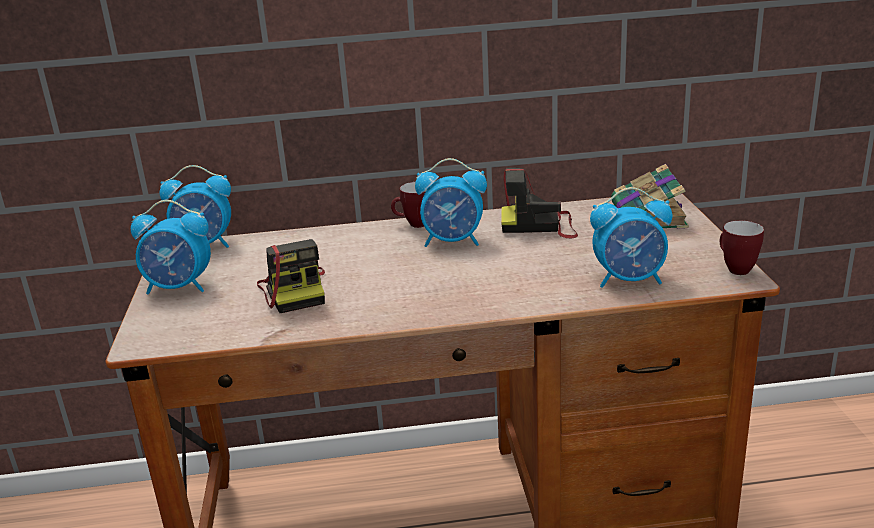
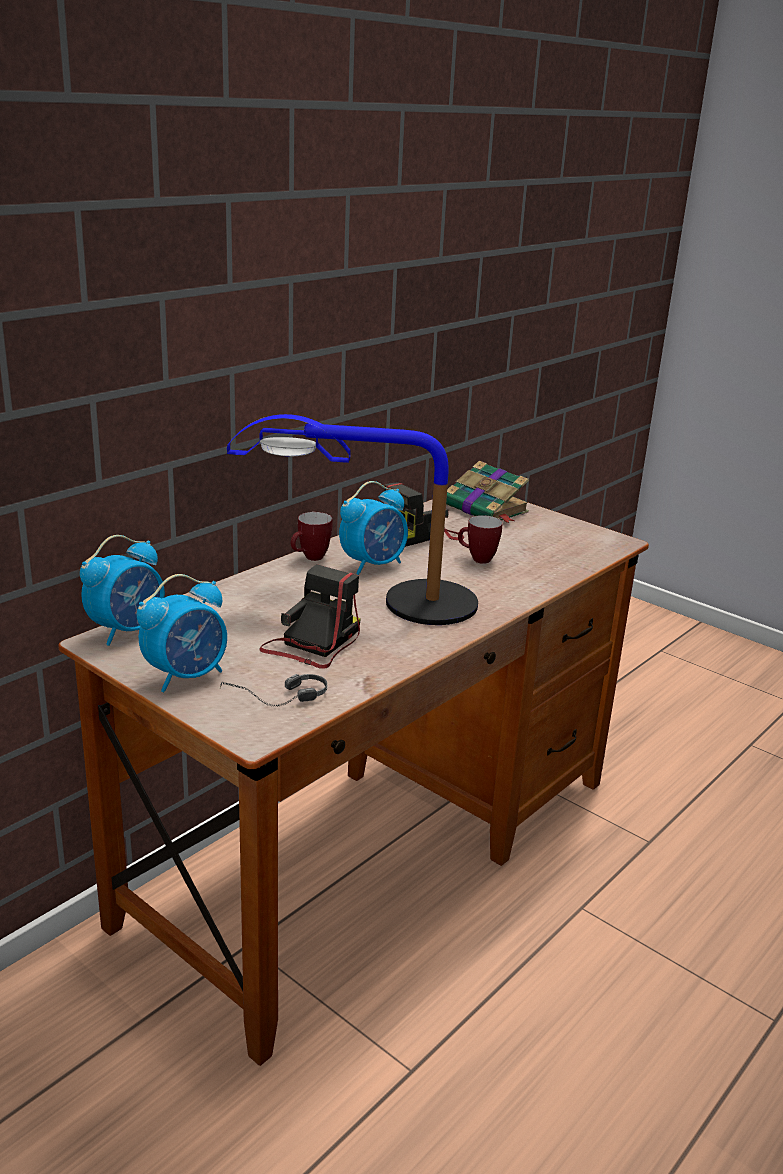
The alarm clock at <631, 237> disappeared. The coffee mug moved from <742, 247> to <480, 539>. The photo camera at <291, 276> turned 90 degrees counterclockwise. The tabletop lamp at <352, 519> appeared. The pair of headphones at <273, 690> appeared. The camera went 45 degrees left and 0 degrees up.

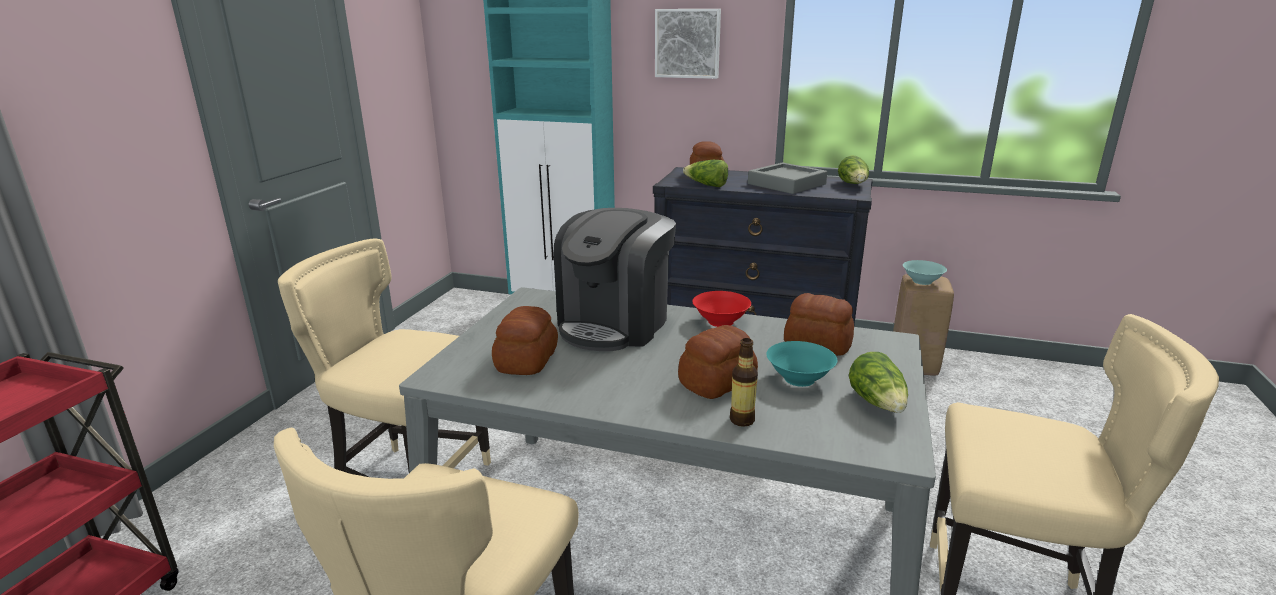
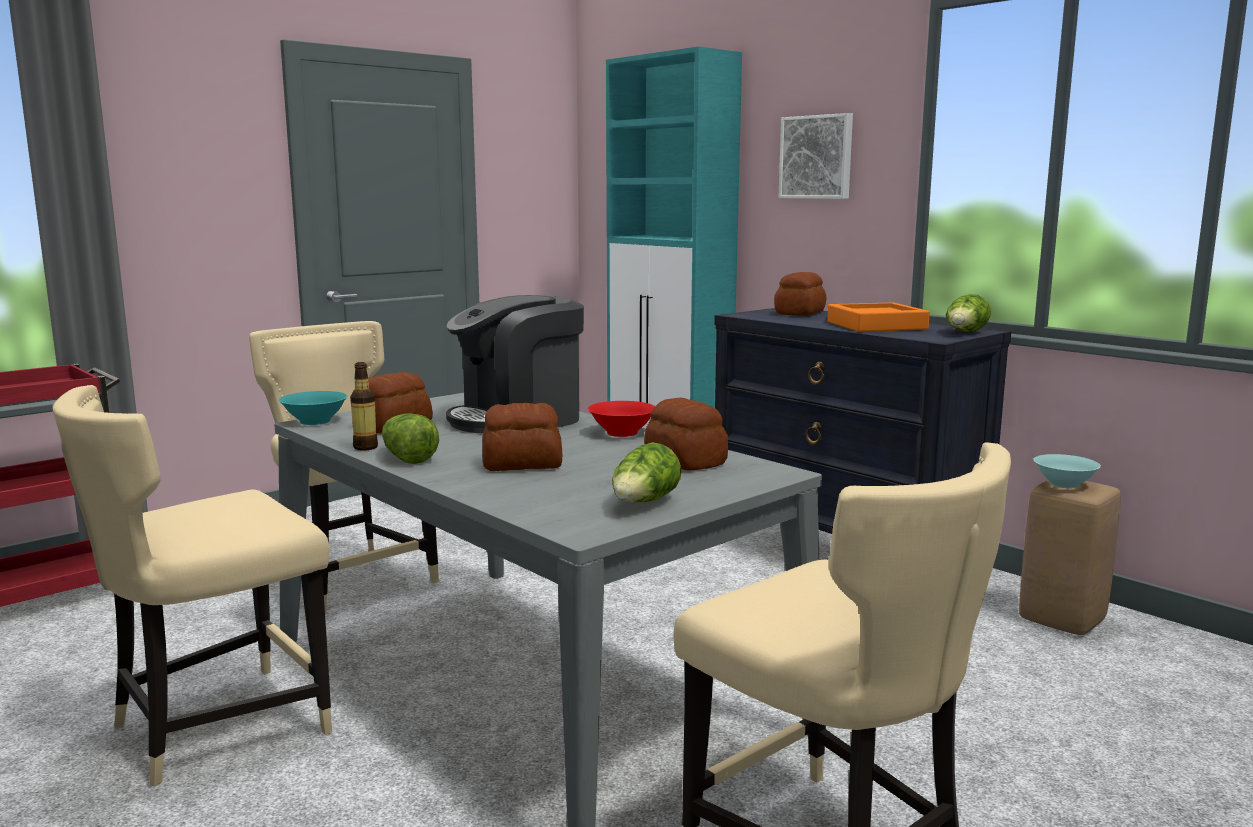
The lettuce moved from <705, 173> to <410, 438>. The carrying tray in grey at <787, 178> became the carrying tray in orange-coloured at <878, 317>. The bottle moved from <744, 382> to <364, 406>. The deep dish in turquoise-coloured moved from <801, 364> to <313, 408>. The camera went 30 degrees right and 10 degrees down.

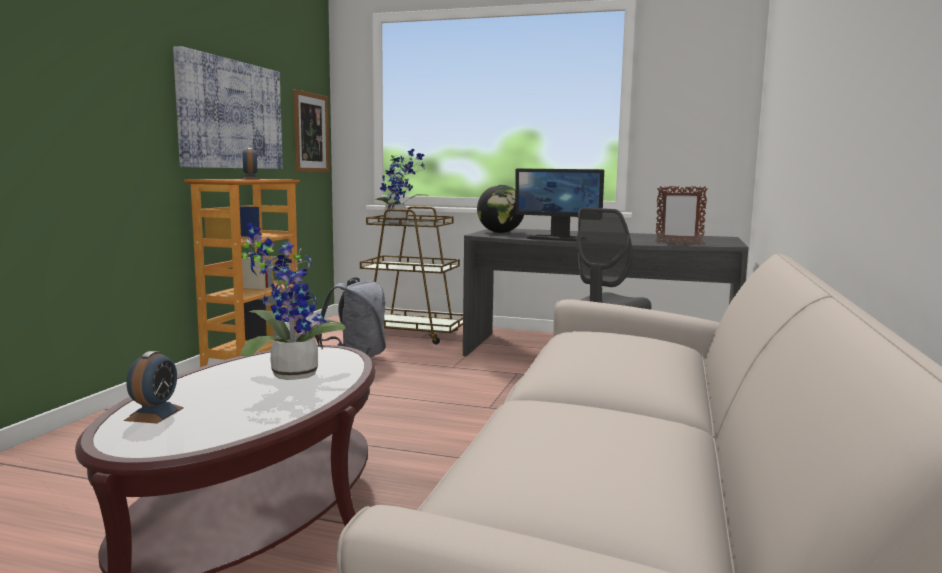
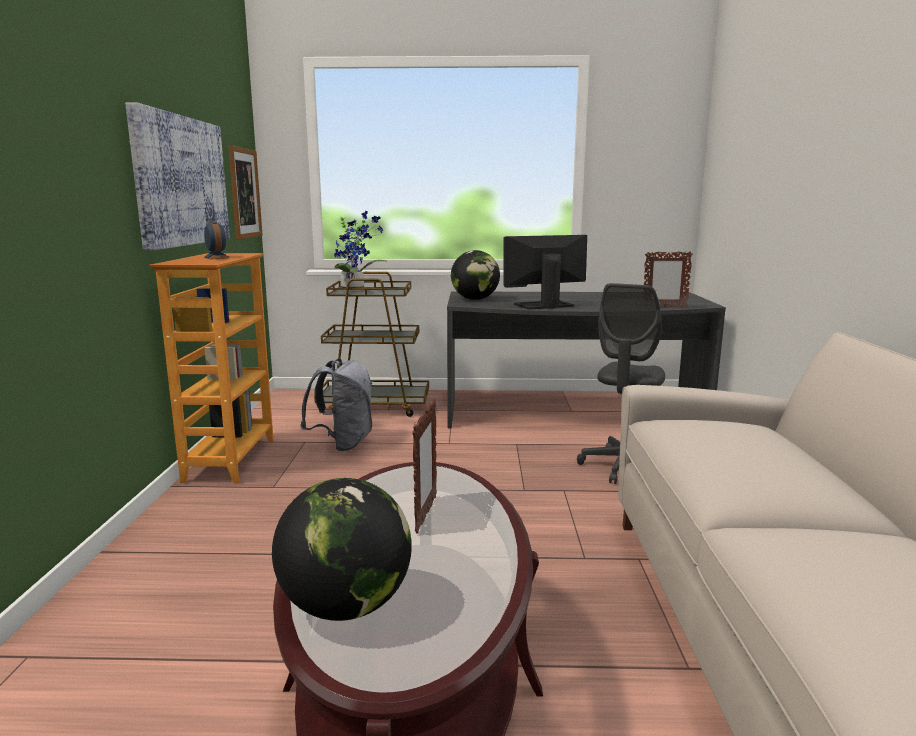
The monitor at <559, 204> turned 150 degrees clockwise. The houseplant at <293, 301> was replaced by the photo frame at <424, 466>. The alarm clock at <154, 387> was replaced by the globe at <342, 549>. The camera went 15 degrees left and 5 degrees up.

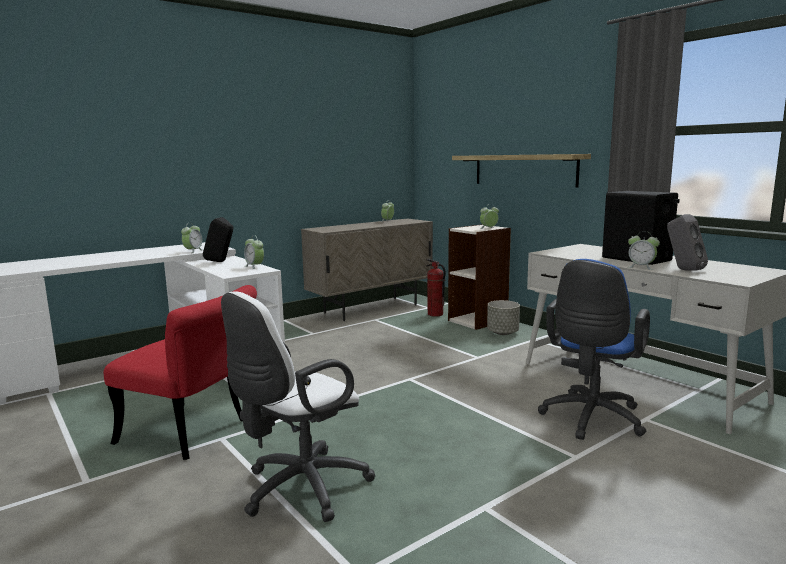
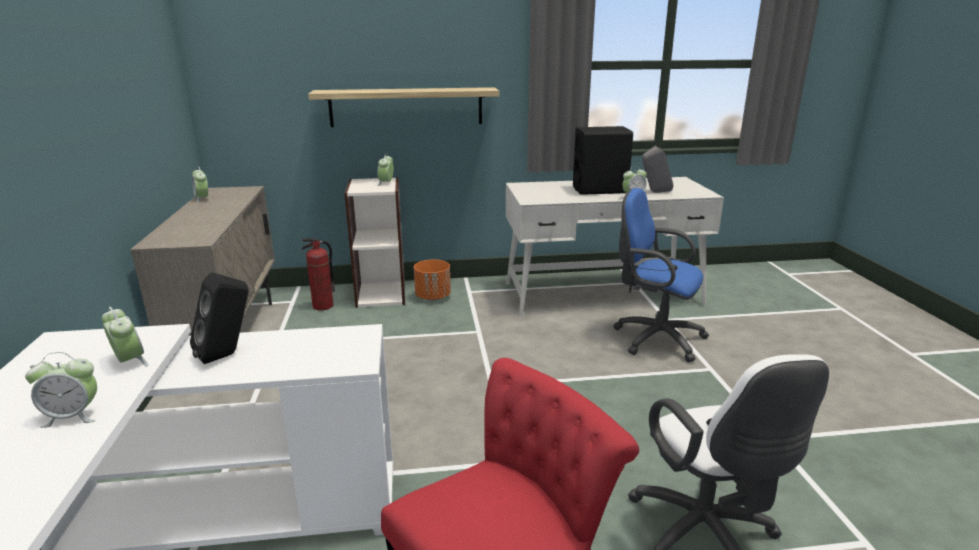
The alarm clock moved from <254, 252> to <61, 390>. The computer chair in blue-coloured at <594, 349> turned 150 degrees clockwise. The flower pot in grey at <503, 317> became the flower pot in orange-coloured at <432, 280>. The camera went 60 degrees left and 10 degrees up.

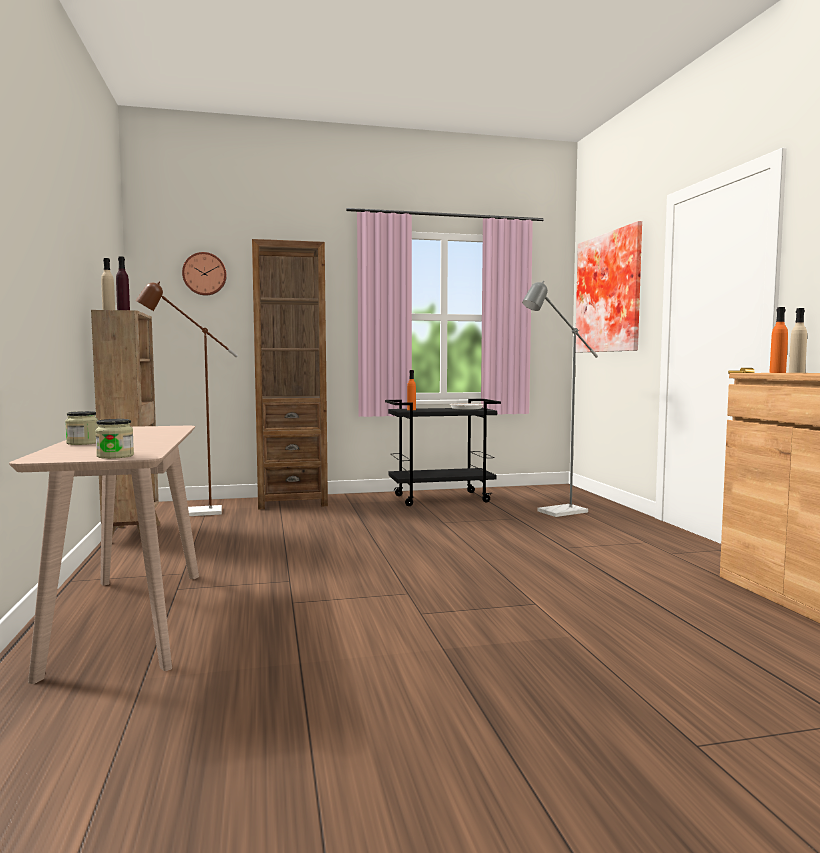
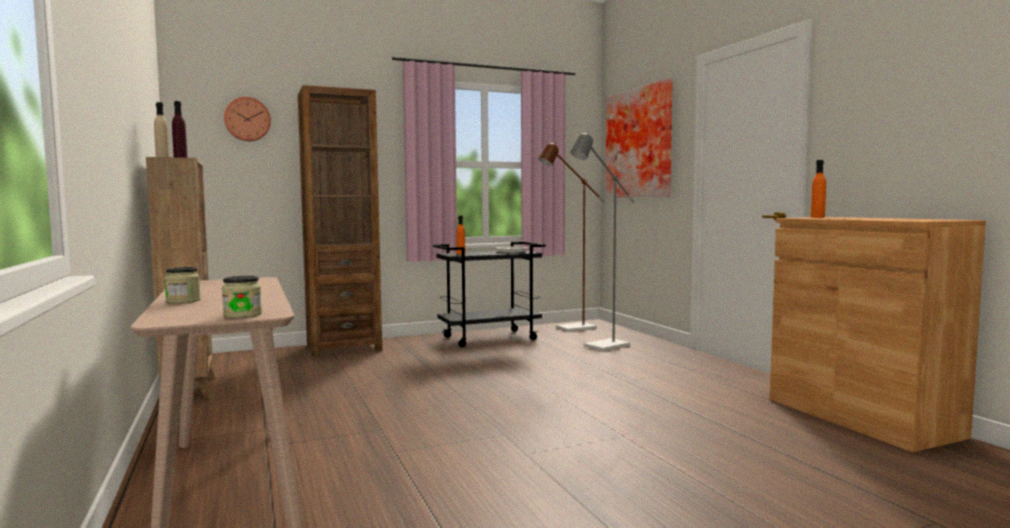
The standard lamp in brownish moved from <187, 398> to <571, 237>. The bottle in beige-coloured at <798, 340> disappeared. The camera went 10 degrees left and 0 degrees up.

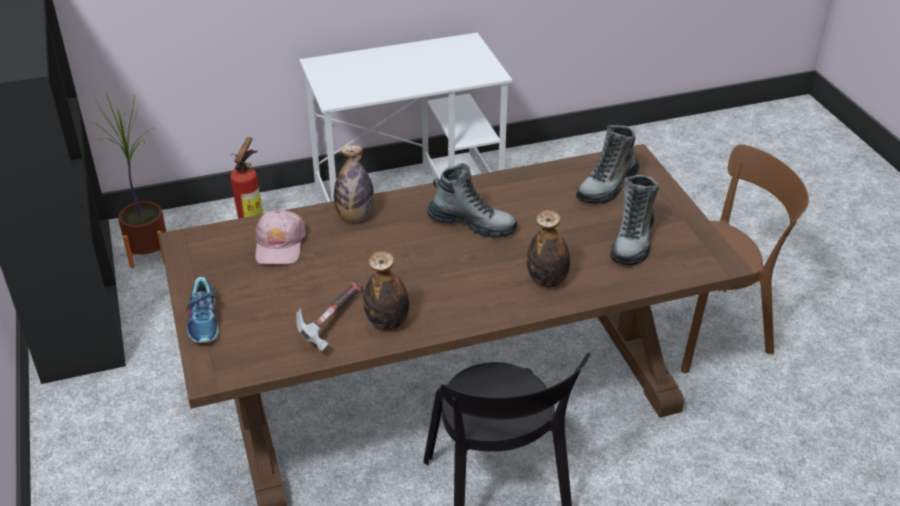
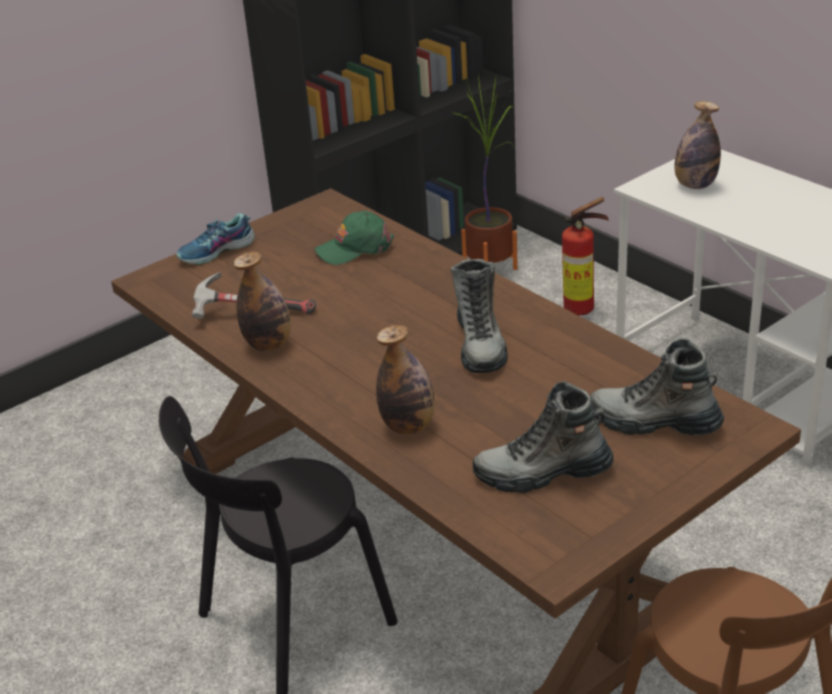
The bottle moved from <354, 183> to <698, 145>. The baseball cap in pink-coloured at <280, 237> became the baseball cap in green at <354, 238>. The camera went 70 degrees right and 5 degrees down.

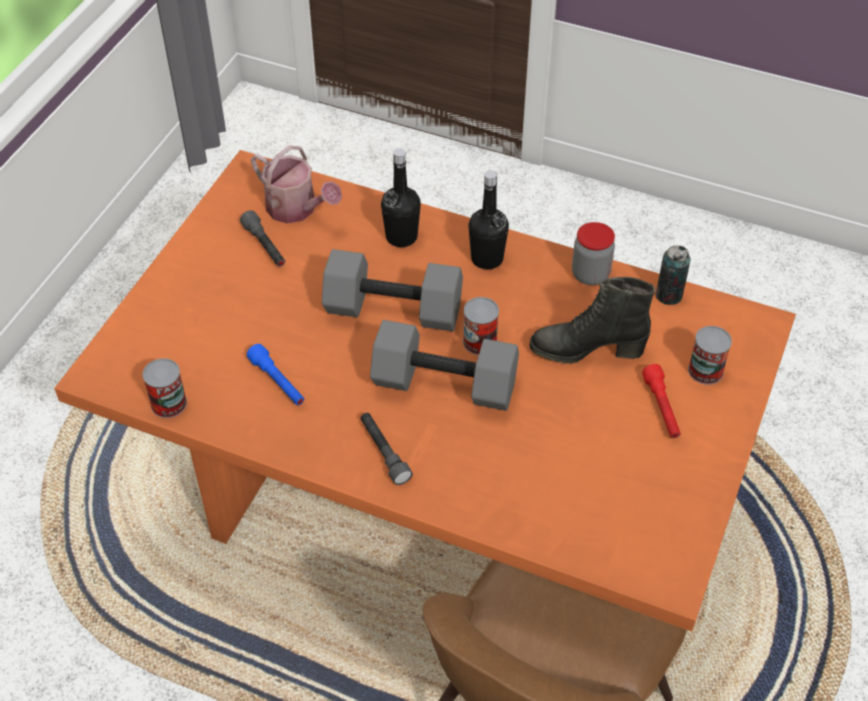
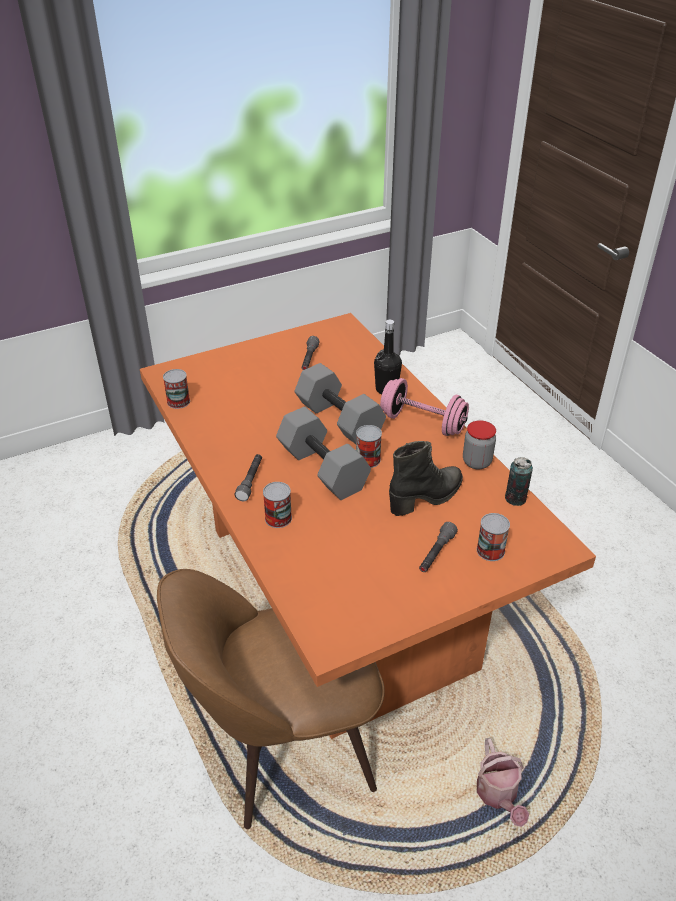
The sprinkling can moved from <296, 184> to <503, 782>. The bottle in black-coloured at <488, 219> was replaced by the hand weight in pink-coloured at <424, 407>. The high-top boot in black-coloured at <592, 320> turned 105 degrees clockwise. The hand torch in blue-coloured at <275, 374> disappeared. The hand torch in red-coloured at <661, 401> became the hand torch in grey at <438, 547>. The metal can at <277, 505> appeared. The camera went 40 degrees right and 10 degrees down.

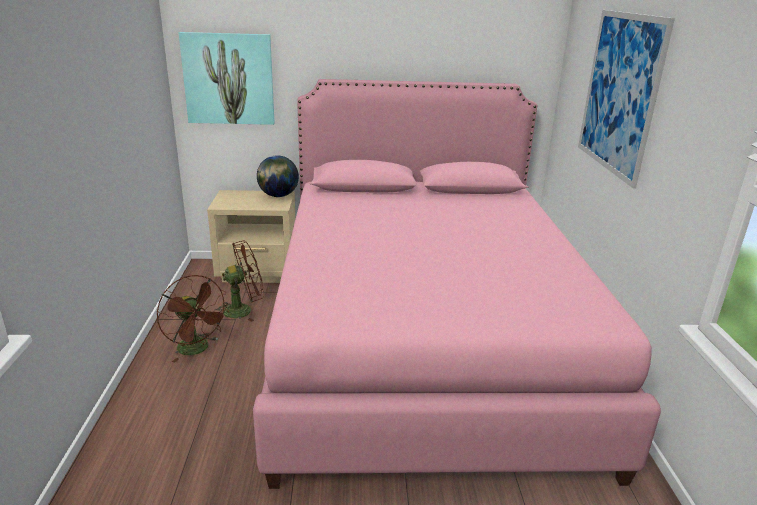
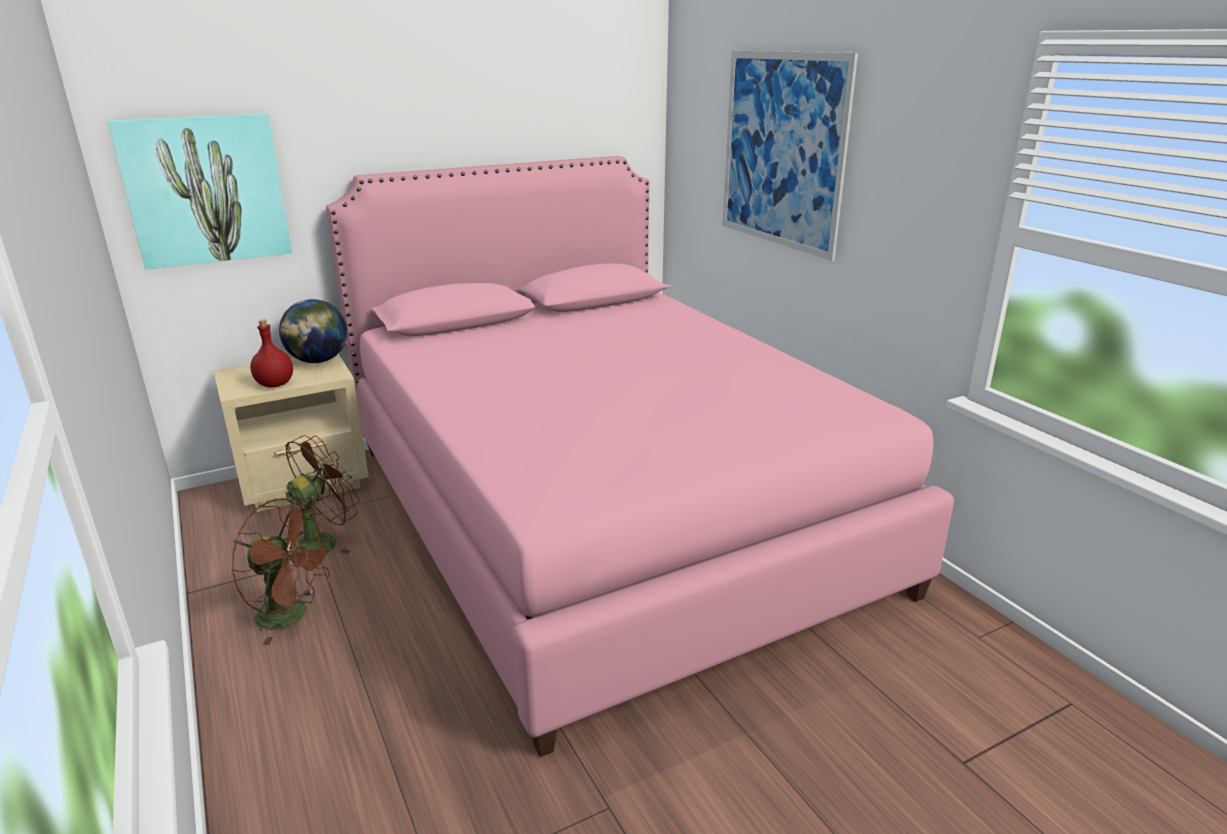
The bottle in red-coloured at <271, 354> appeared. The camera went 25 degrees left and 0 degrees up.

